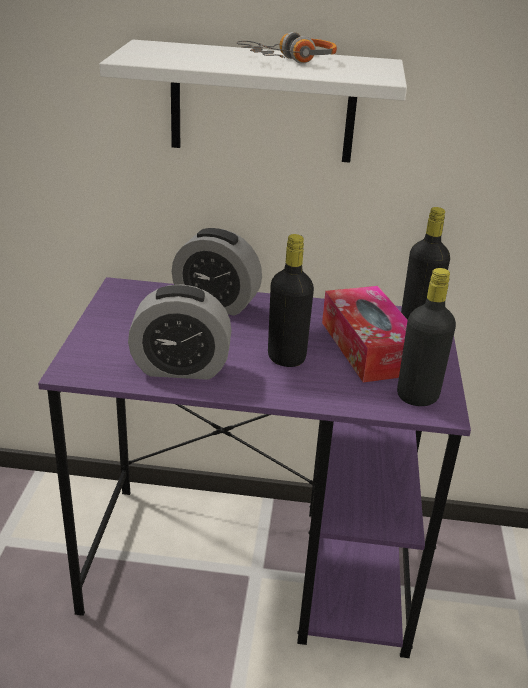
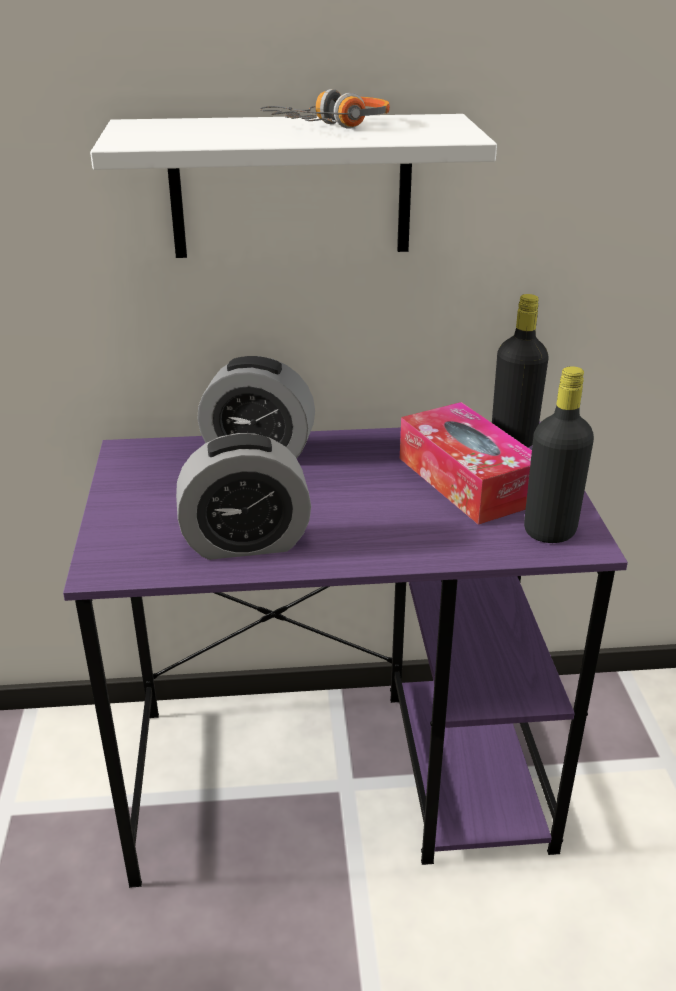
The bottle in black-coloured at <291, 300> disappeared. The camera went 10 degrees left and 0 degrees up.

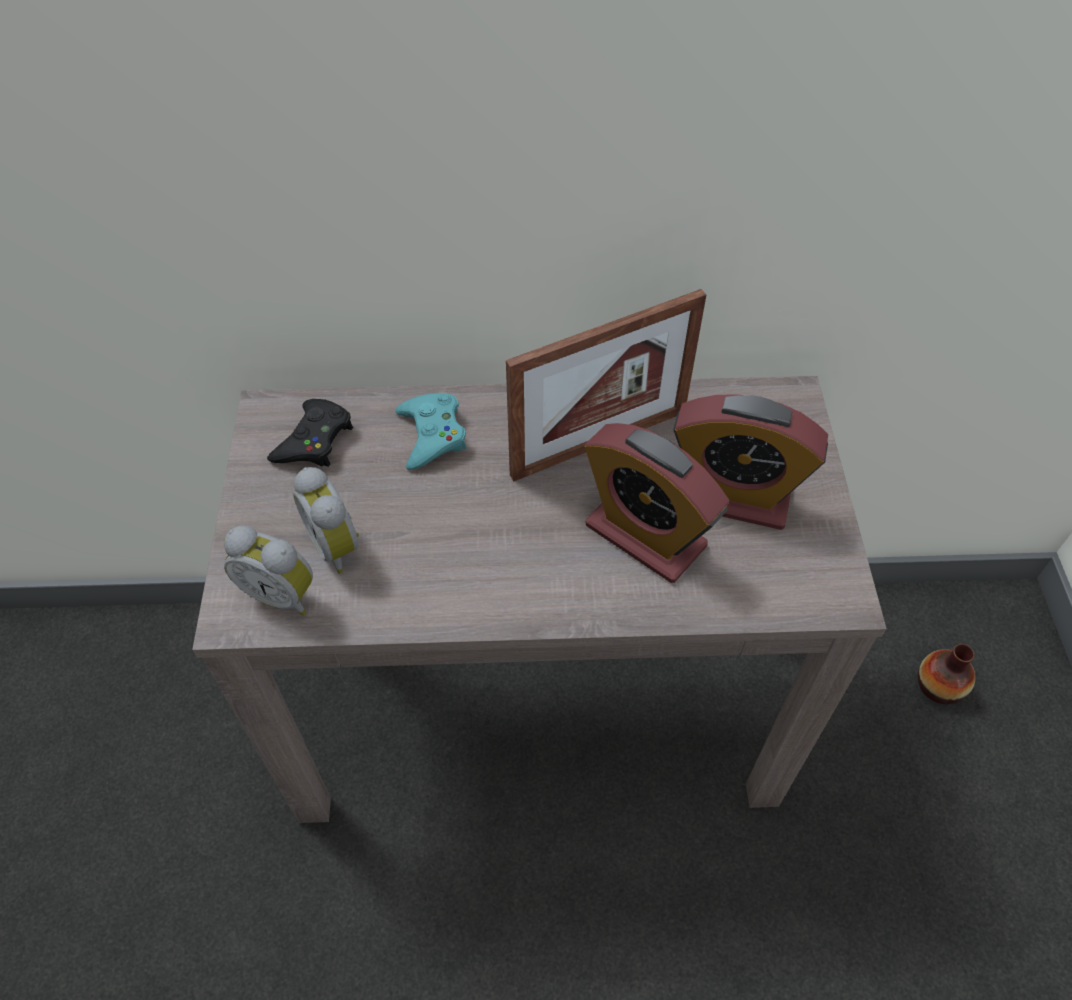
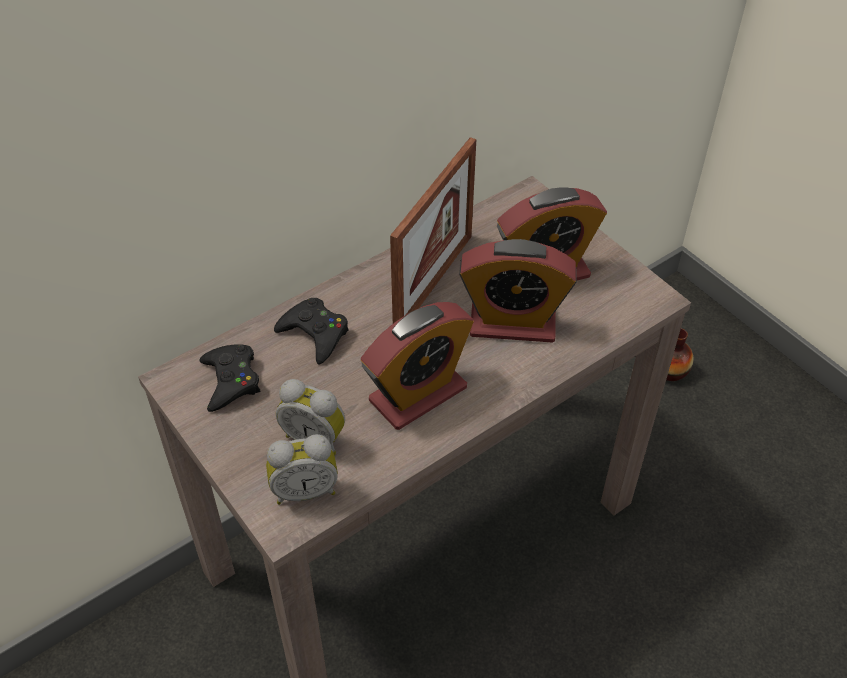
The joypad in turquoise-coloured at <431, 431> became the joypad in black-coloured at <311, 331>. The alarm clock at <417, 366> appeared. The camera went 35 degrees left and 5 degrees down.

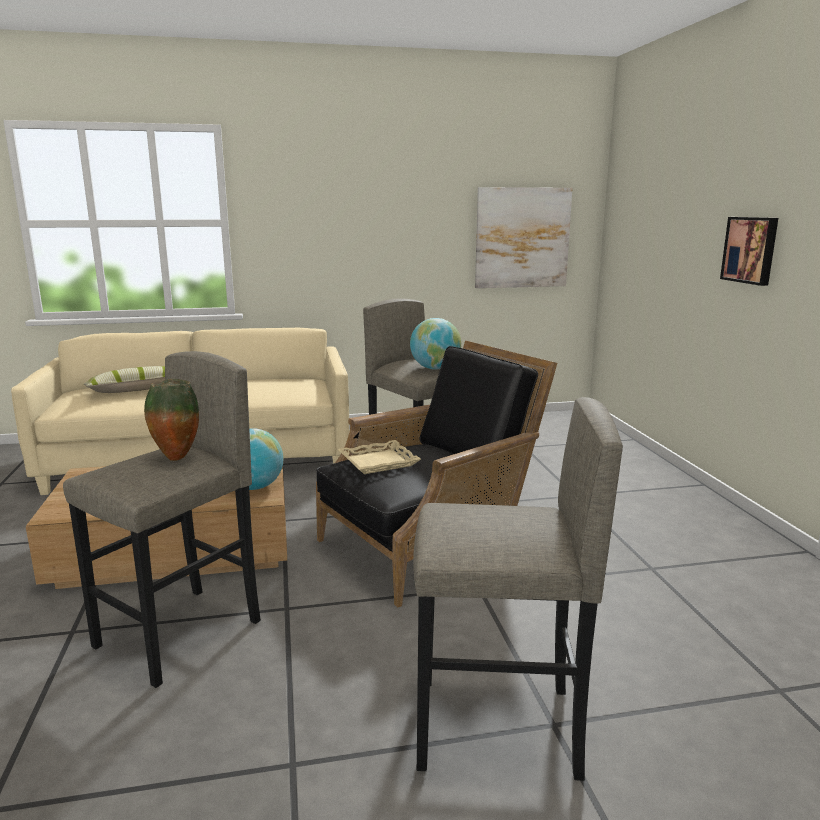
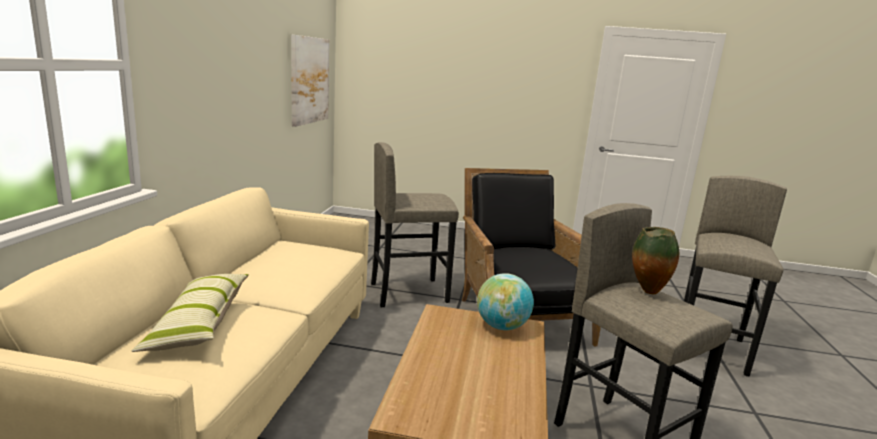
The picture at <749, 251> disappeared. The globe at <435, 344> disappeared. The carrying tray in beige-coloured at <379, 457> disappeared. The camera went 70 degrees left and 0 degrees up.

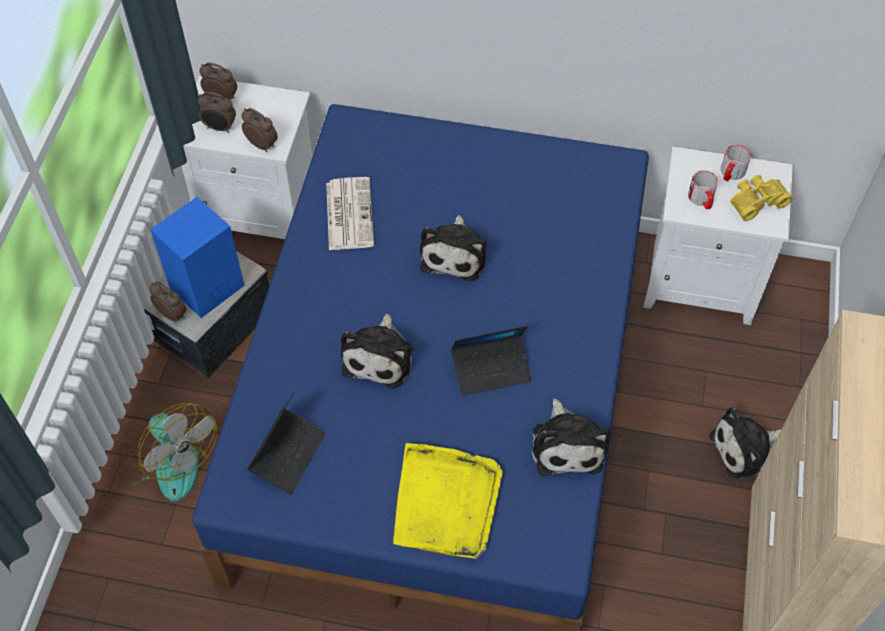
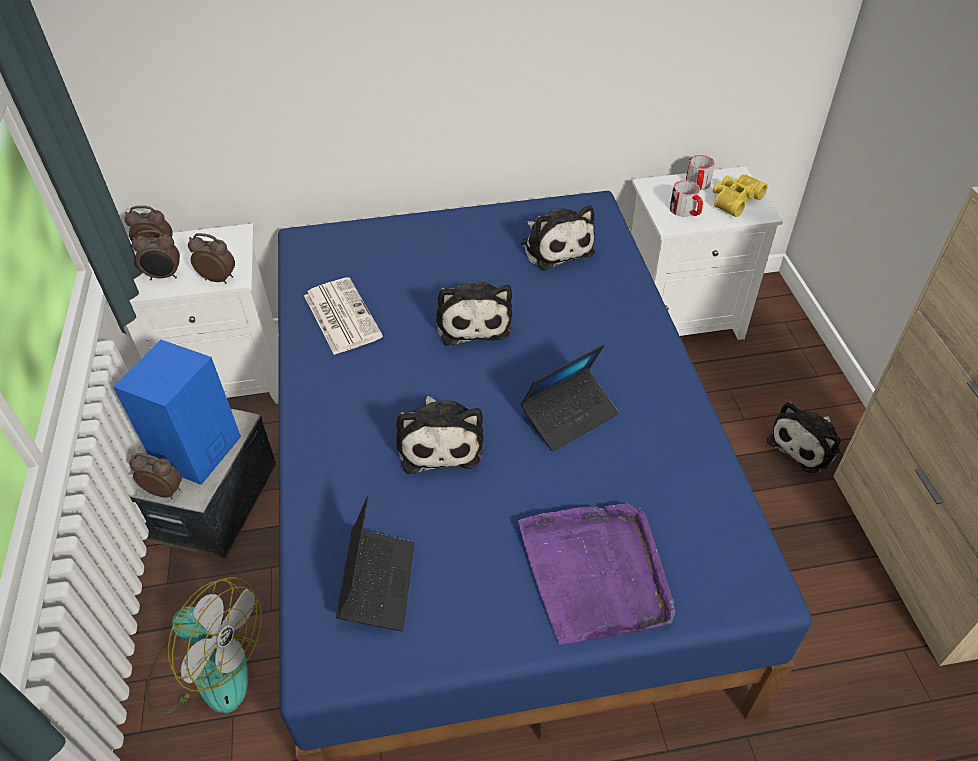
The plush toy moved from <571, 437> to <558, 238>. The carrying tray in yellow-coloured at <448, 501> became the carrying tray in purplish at <597, 574>. The camera went 20 degrees left and 10 degrees down.

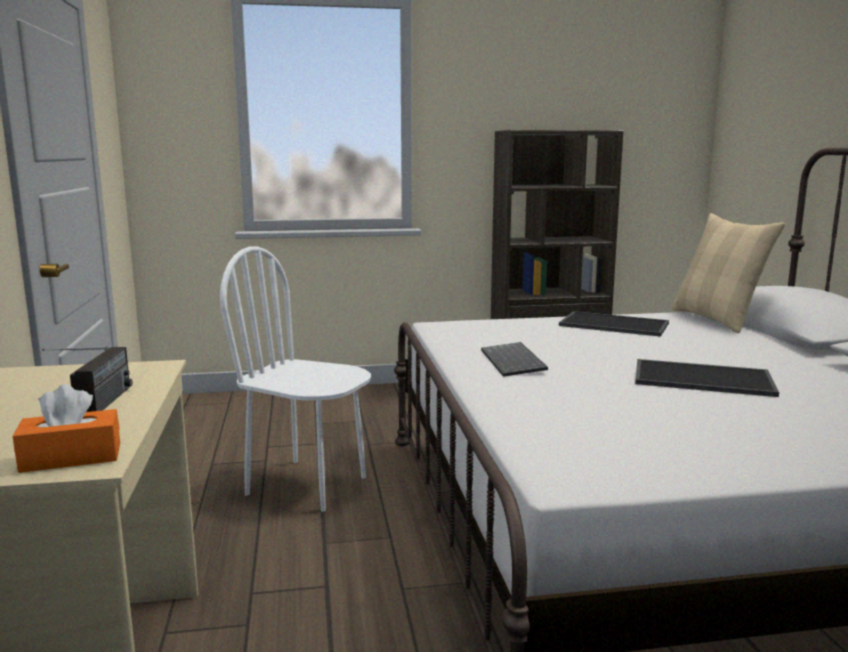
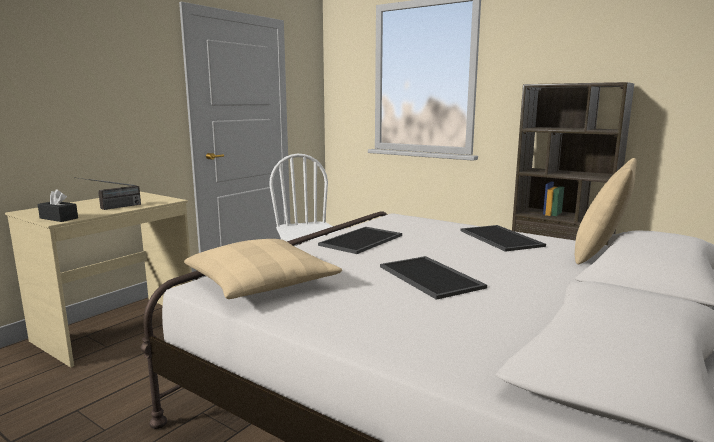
The keyboard at <514, 359> was replaced by the carrying tray at <360, 240>. The tissue box in orange-coloured at <66, 428> became the tissue box in black-coloured at <58, 205>. The cushion in beige-coloured at <263, 269> appeared. The camera went 45 degrees right and 0 degrees up.

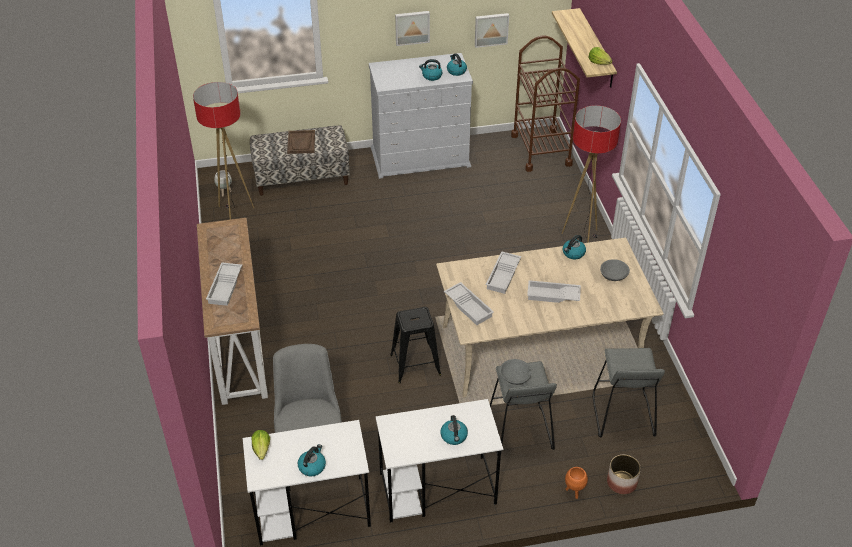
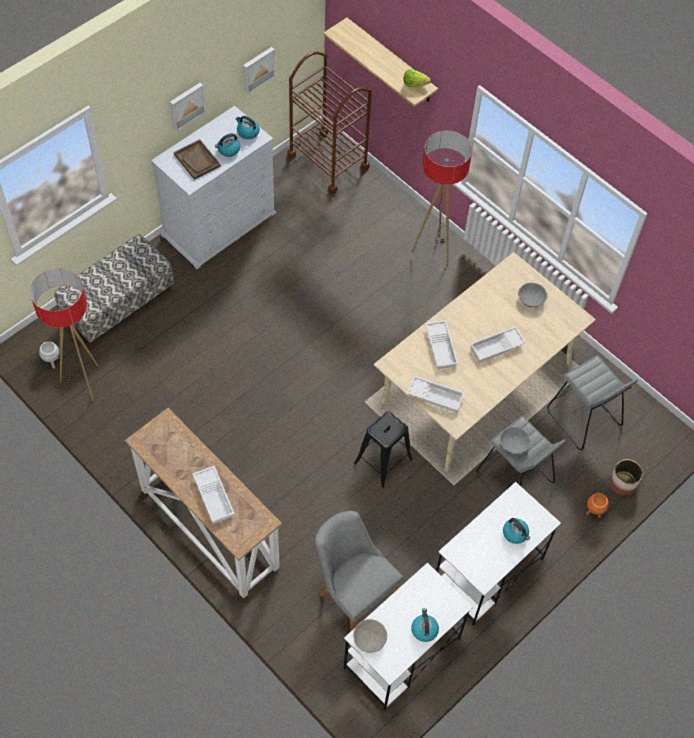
The carrying tray in brownish moved from <301, 142> to <197, 159>. The kettle at <574, 247> disappeared. The lettuce at <260, 445> was replaced by the deep dish in grey at <370, 636>. The camera went 35 degrees left and 15 degrees up.

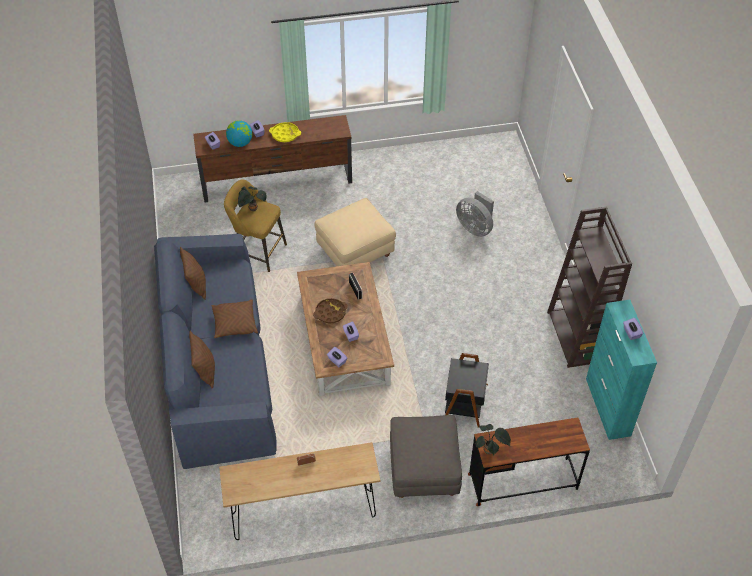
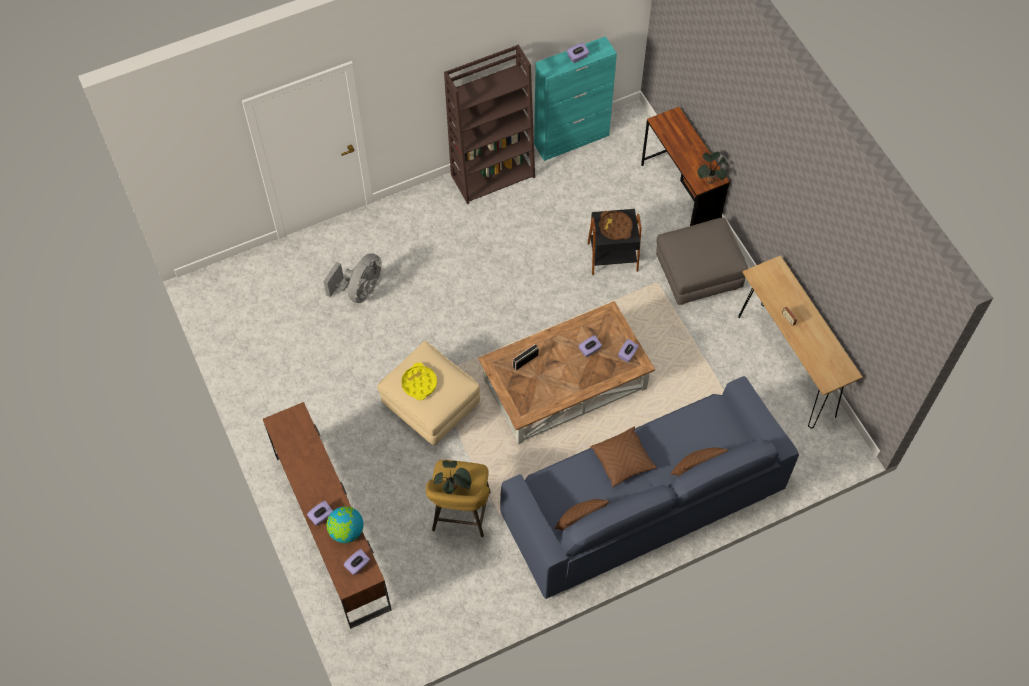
The carrying tray in yellow-coloured moved from <285, 132> to <419, 381>. The carrying tray in brownish moved from <330, 310> to <616, 225>. The camera went 105 degrees left and 10 degrees up.

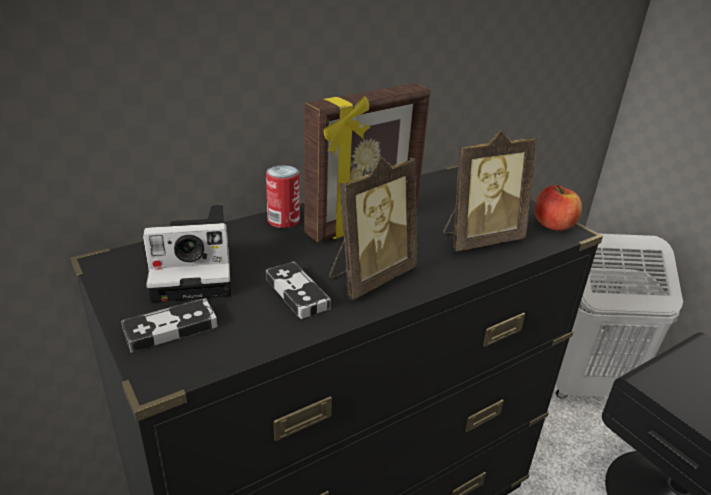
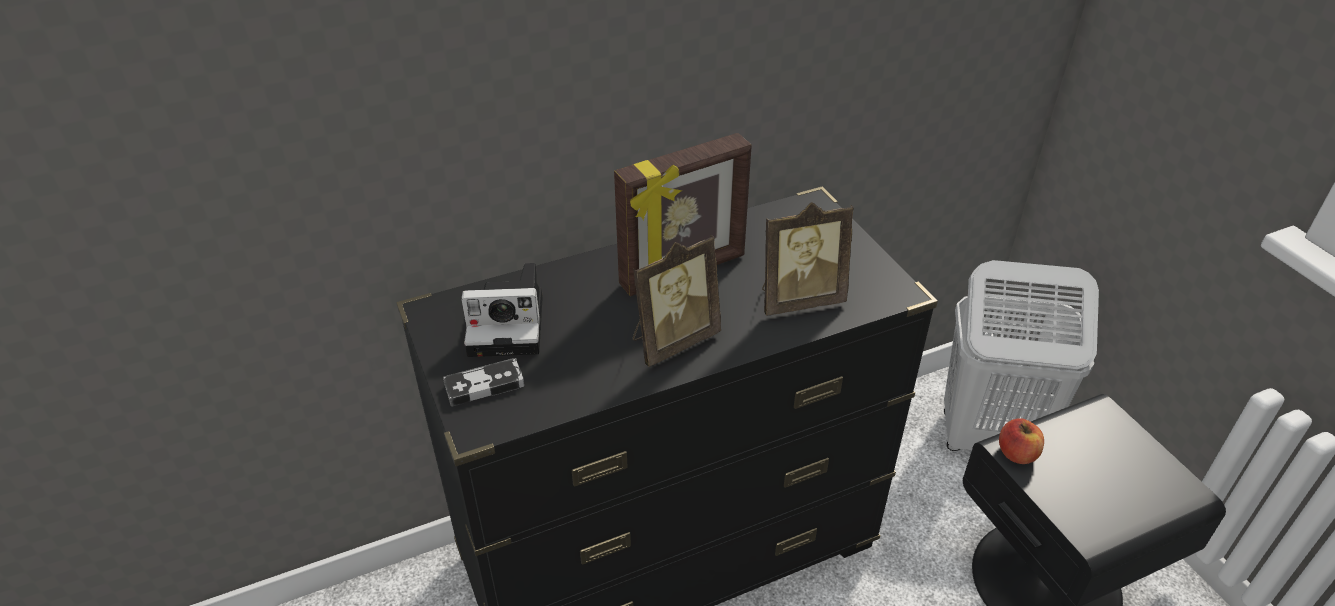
The metal can at <283, 196> disappeared. The whole apple moved from <558, 208> to <1021, 441>. The joypad at <298, 290> disappeared. The camera went 10 degrees right and 10 degrees up.

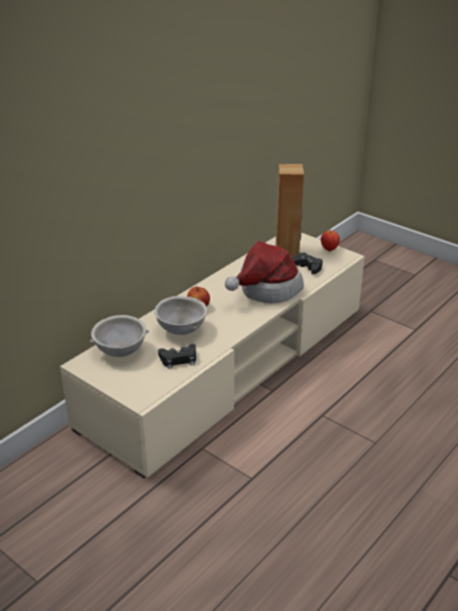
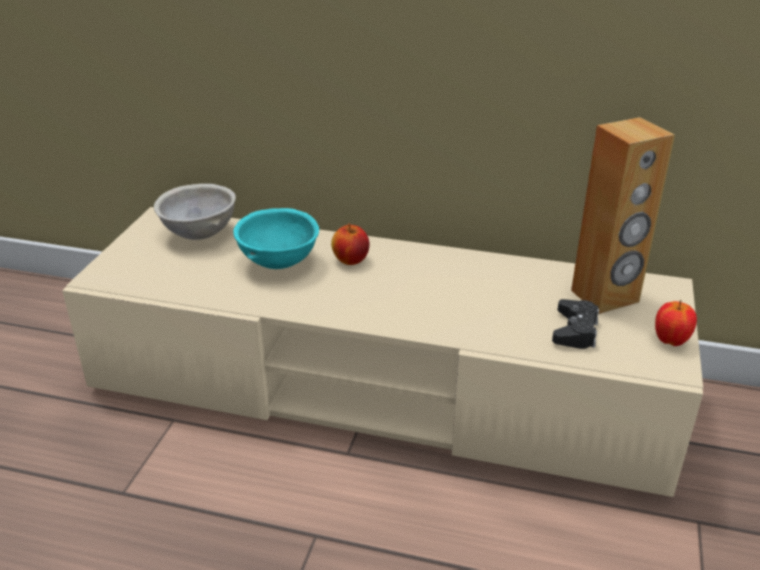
The hat at <264, 272> disappeared. The deep dish in grey at <181, 315> became the deep dish in turquoise-coloured at <276, 238>. The joypad in black-coloured at <177, 356> disappeared. The camera went 65 degrees right and 0 degrees up.

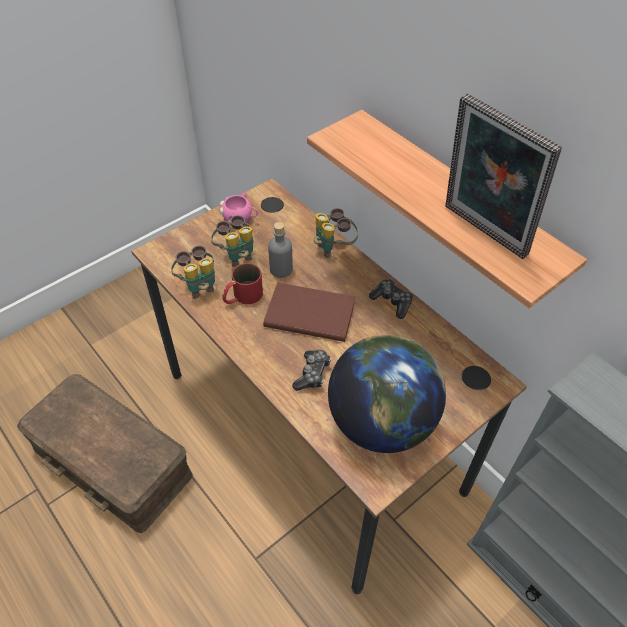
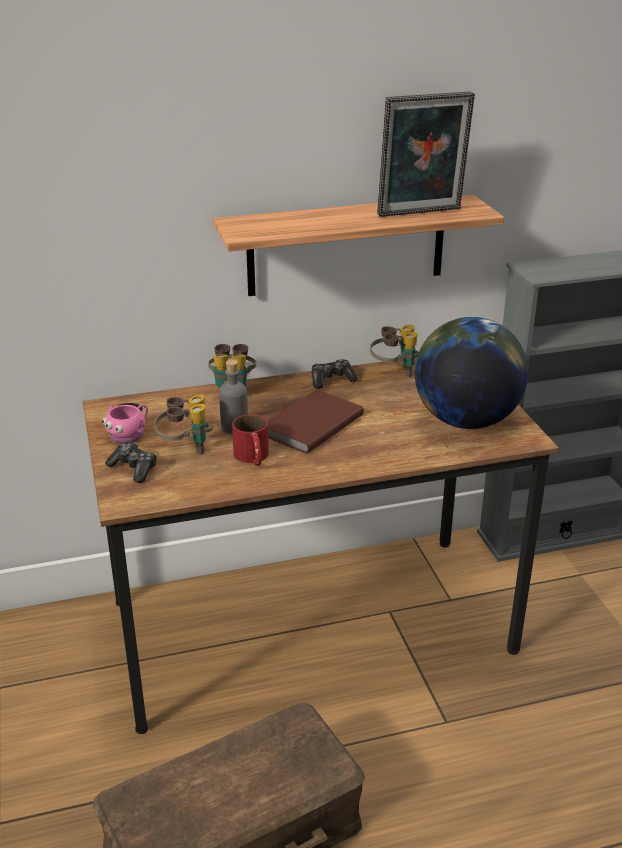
The binoculars moved from <193, 272> to <394, 351>. The joypad moved from <311, 370> to <131, 462>. The camera went 65 degrees left and 20 degrees down.

